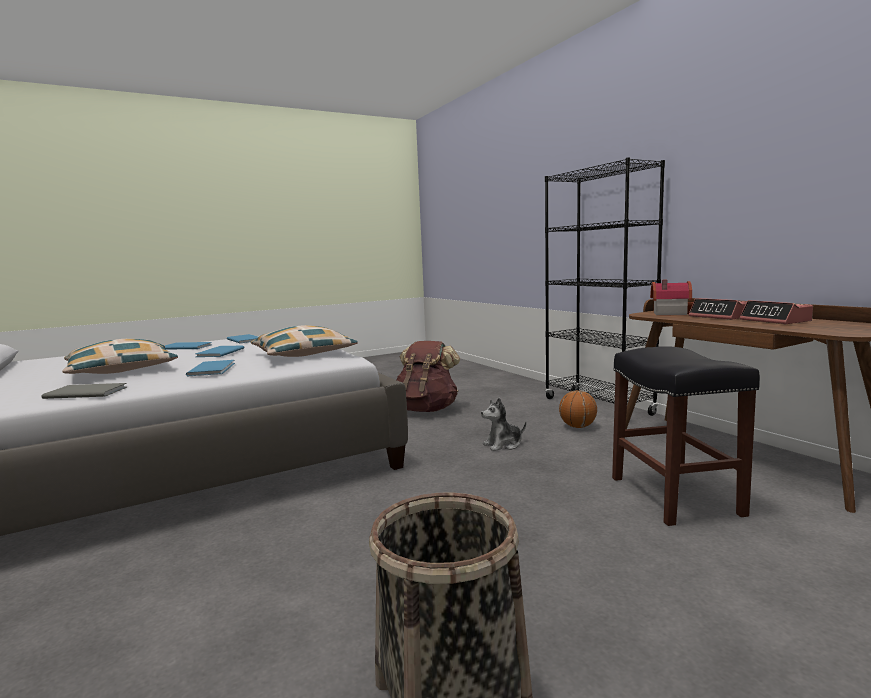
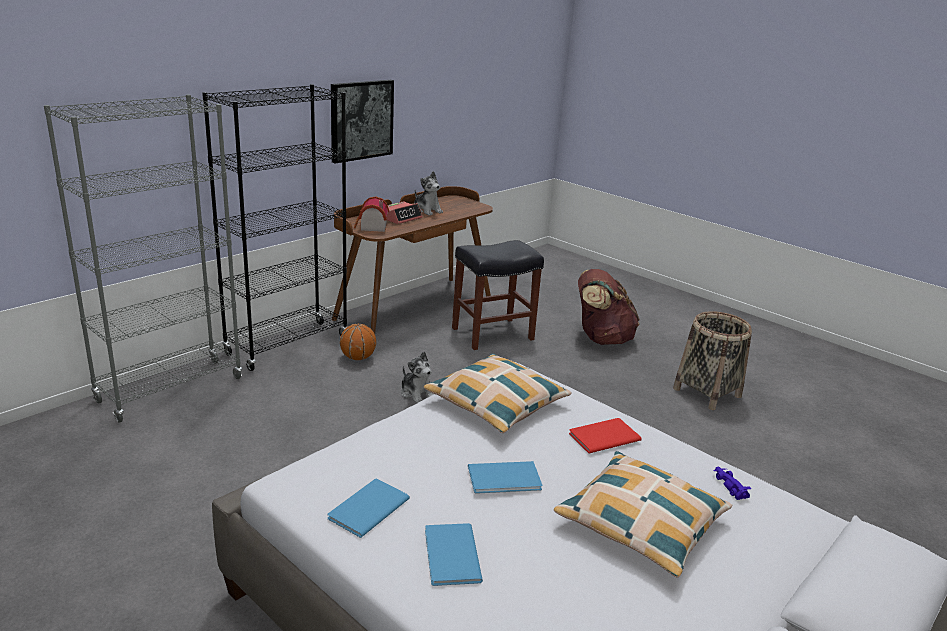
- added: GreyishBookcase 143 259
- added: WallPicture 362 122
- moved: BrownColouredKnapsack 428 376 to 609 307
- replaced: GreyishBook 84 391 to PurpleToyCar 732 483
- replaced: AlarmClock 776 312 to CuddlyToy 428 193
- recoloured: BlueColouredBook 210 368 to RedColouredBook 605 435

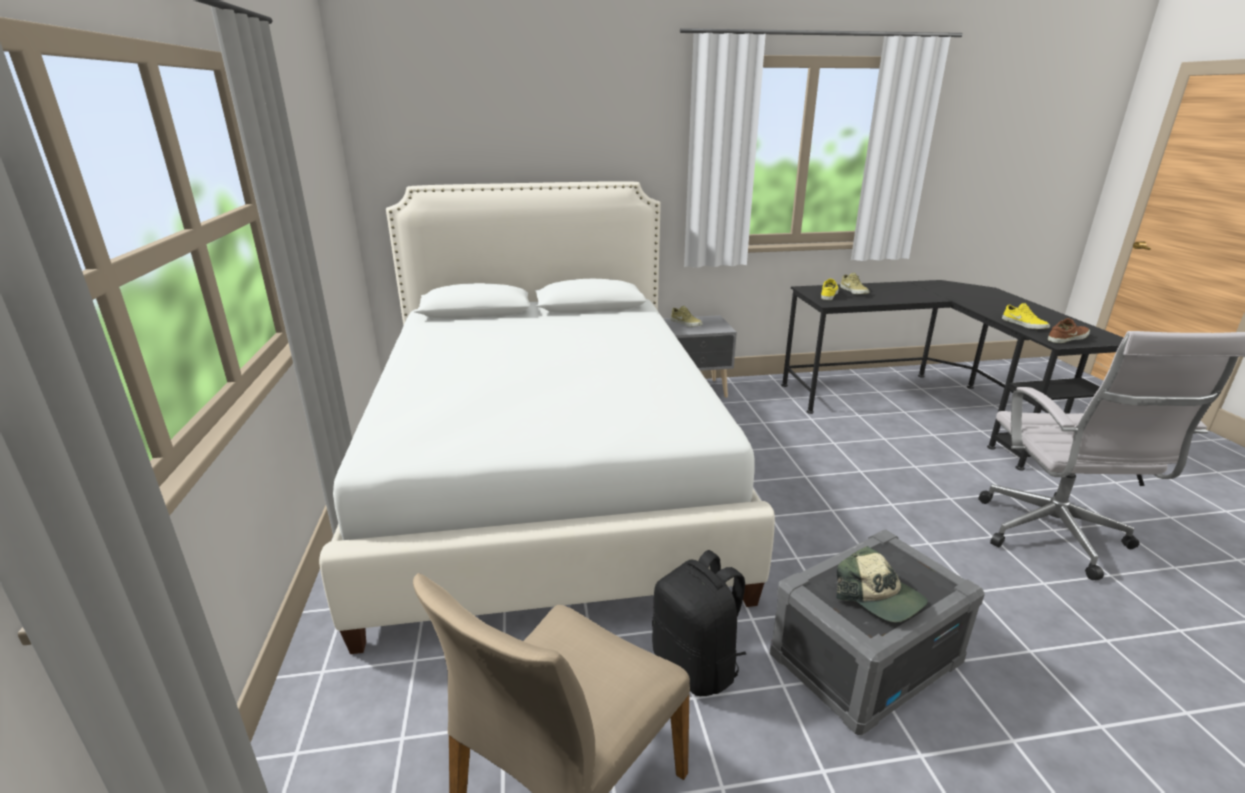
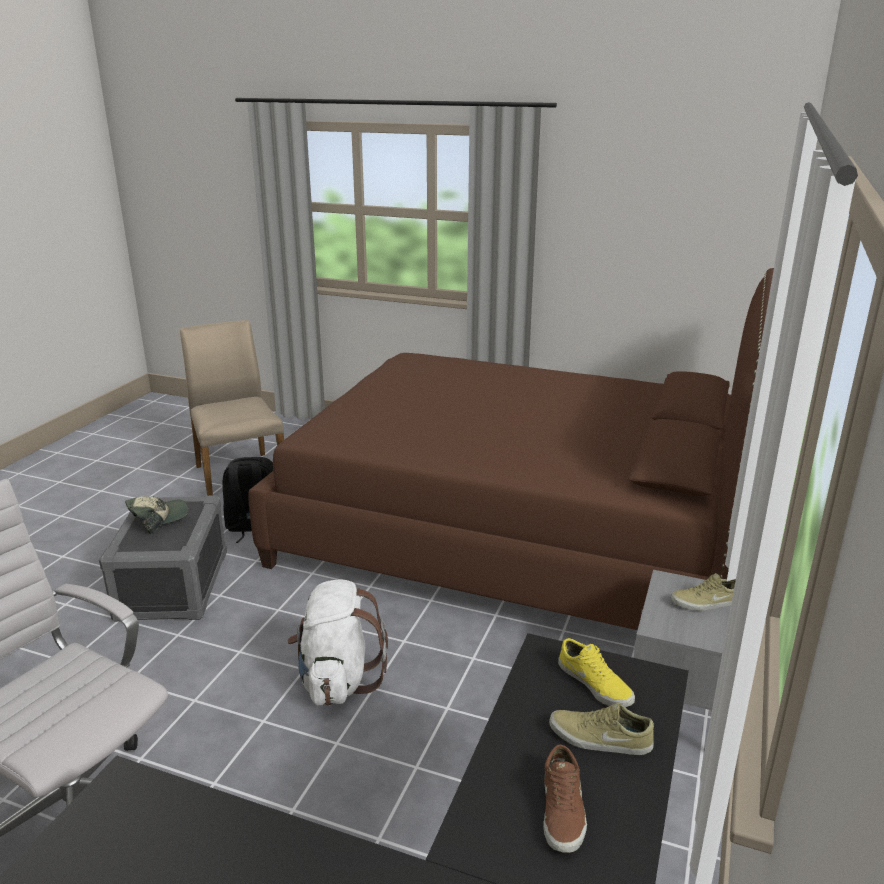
- removed: YellowLowShoe 1026 316
- added: WhiteColouredKnapsack 338 642
- moved: BrownColouredLowShoe 1069 330 to 565 799
- recoloured: WhiteColouredBed 547 417 to BrownColouredBed 511 449
- turned: PeakedCap 882 584 = 156 515 150 degrees clockwise

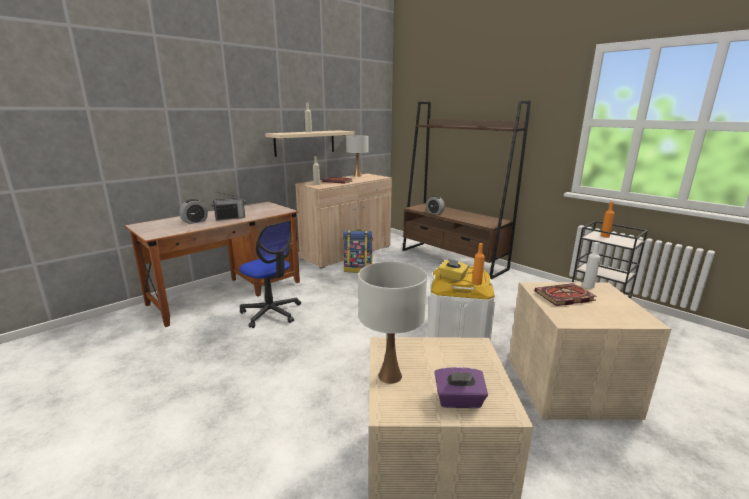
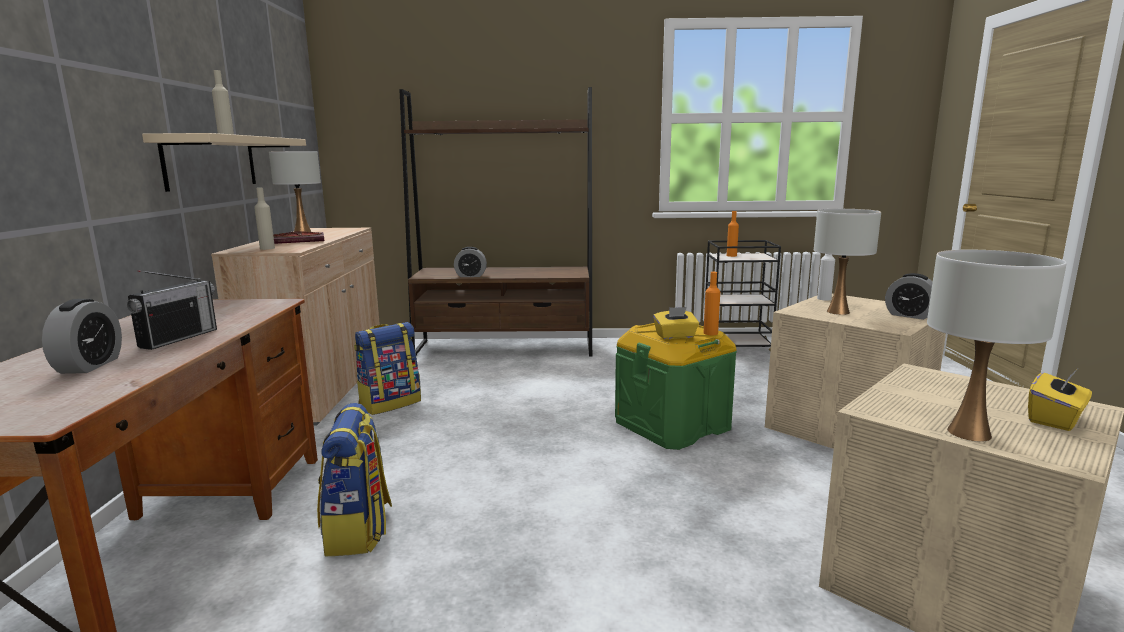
- added: AlarmClock 909 296
- replaced: ComputerChair 270 274 to Knapsack 354 479
- replaced: Book 566 294 to WhiteColouredTabletopLamp 847 262
- recoloured: WhiteColouredStorageContainer 461 303 to GreenColouredStorageContainer 676 386
- recoloured: PurpleBoxOfTissues 461 387 to YellowBoxOfTissues 1060 400

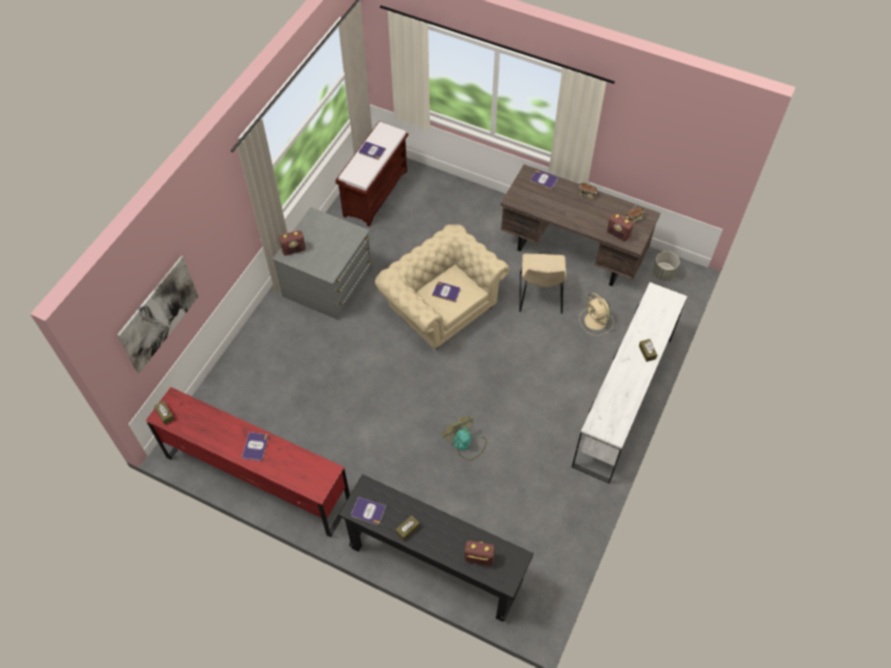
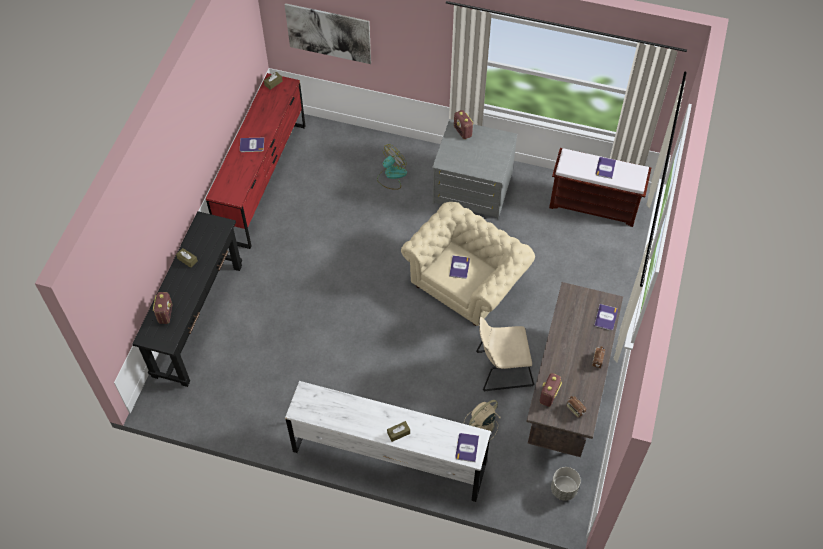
- moved: Book 368 511 to 467 447
- moved: ElectricFan 464 438 to 392 167

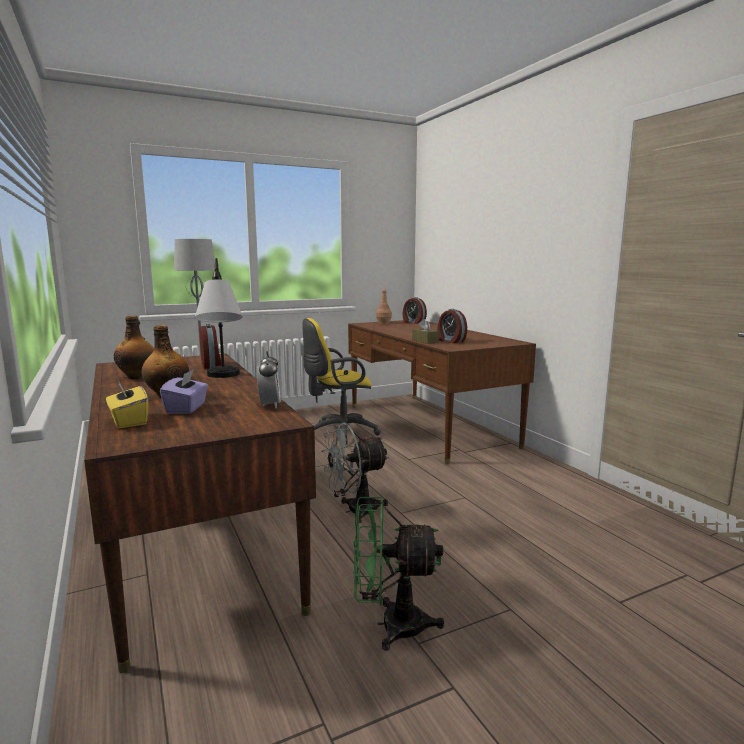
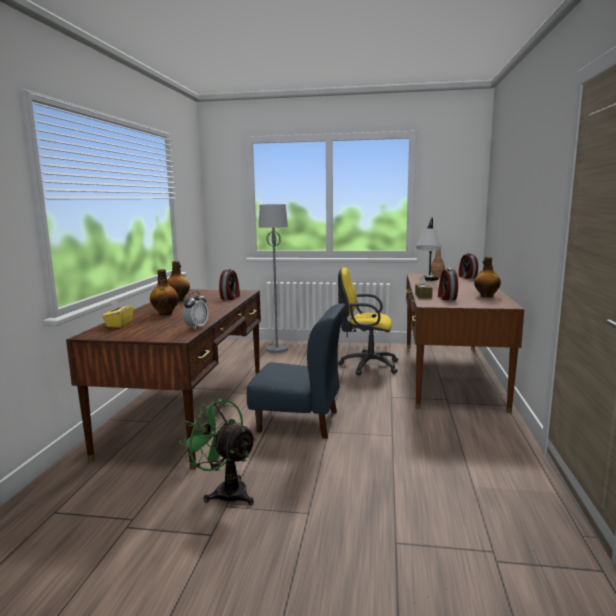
- removed: PurpleBoxOfTissues 184 391
- added: Bottle 487 277
- moved: TabletopLamp 219 318 to 428 249
- replaced: GreyishElectricFan 355 472 to BlueColouredUprightChair 296 371

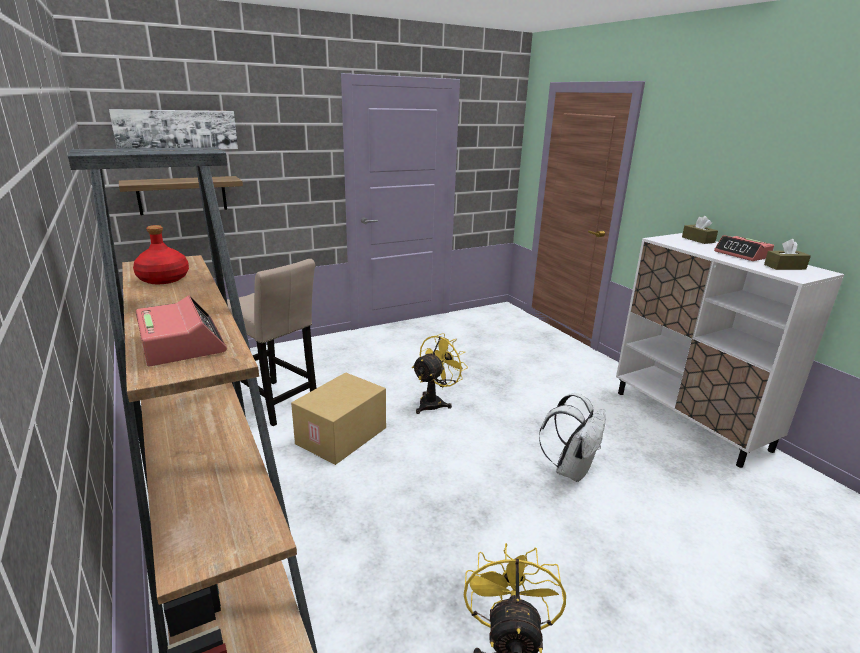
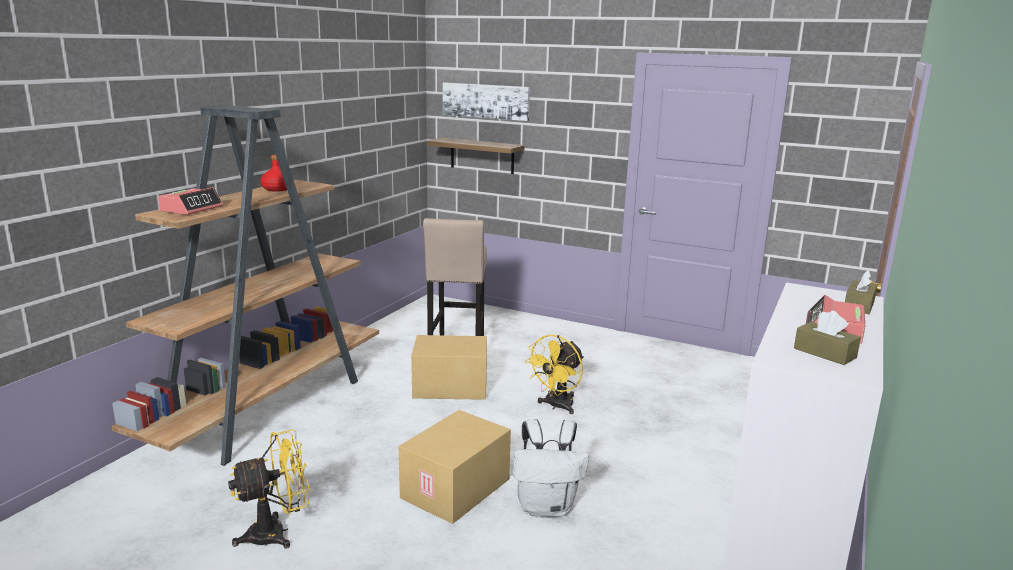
- added: Carton 455 467
- turned: YellowElectricFan 440 373 = 554 374 120 degrees clockwise

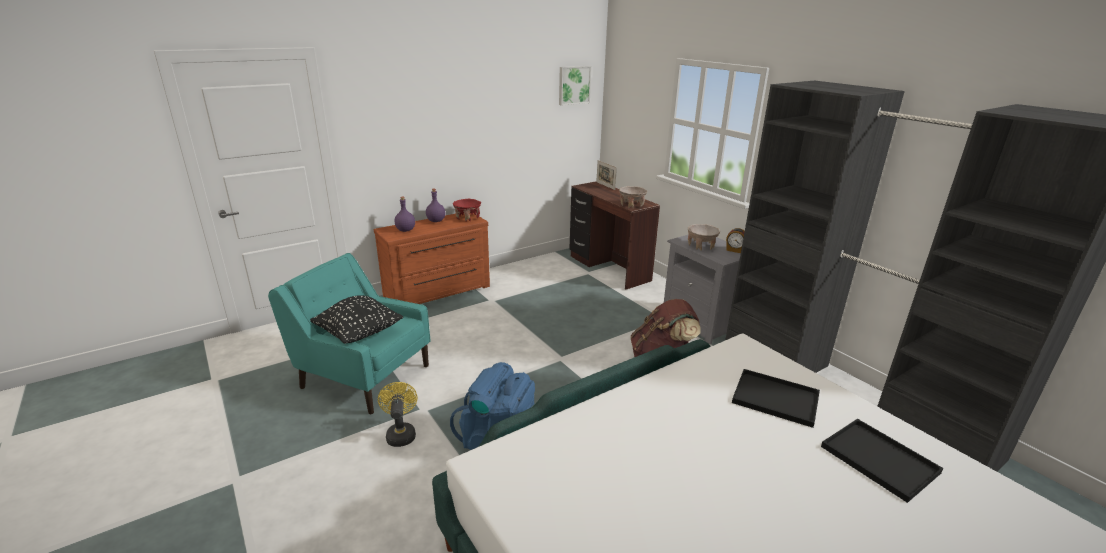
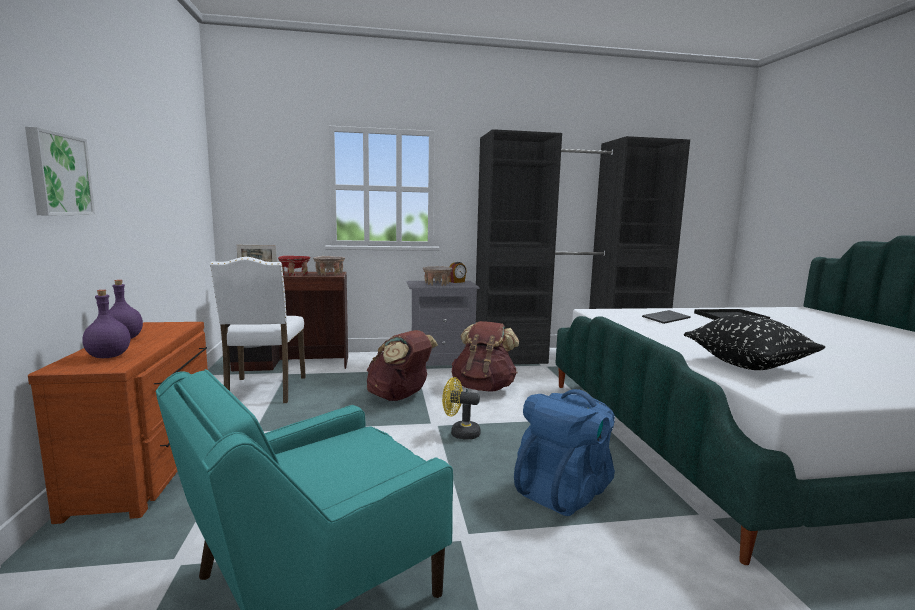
- added: WhiteColouredUprightChair 258 330
- added: BrownColouredKnapsack 402 365
- moved: BlackishThrowPillow 356 319 to 754 342
- moved: YellowElectricFan 397 414 to 461 408
- moved: RedColouredServingBowl 467 210 to 294 266
- moved: WallPicture 575 86 to 60 171
- replaced: BlackishCarryingTray 776 398 to Keyboard 666 317

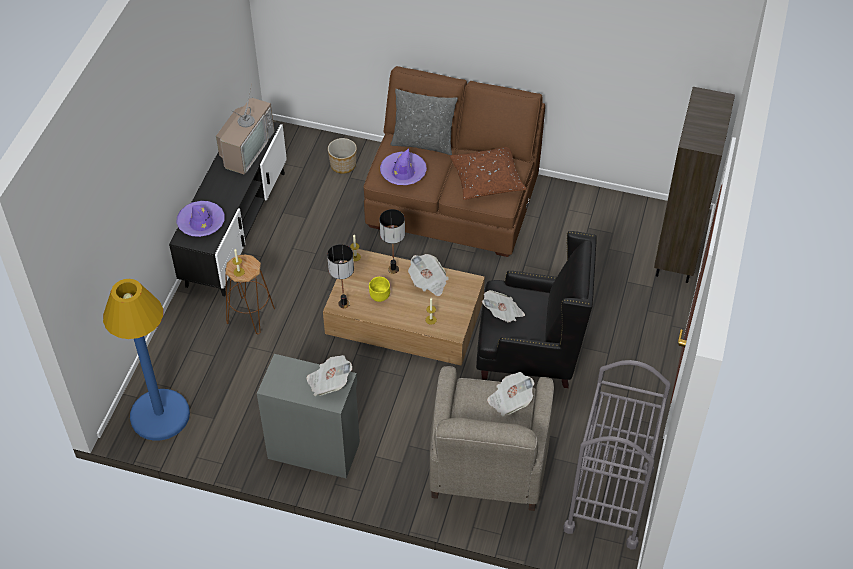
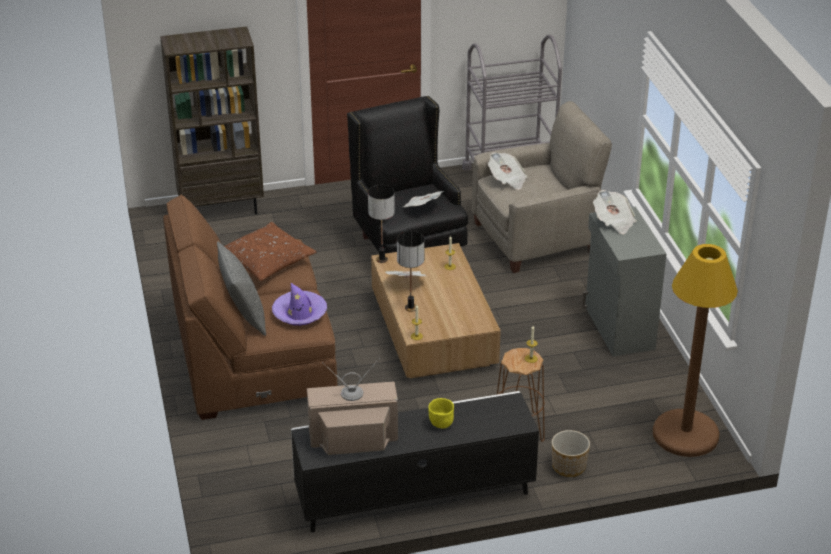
- removed: PurpleWearableHat 201 219
- moved: TabletopLamp 340 276 to 381 224
- moved: PlantPot 342 156 to 571 453
- moved: YellowServingBowl 379 289 to 441 413
- recoloured: BlueColouredFloorLamp 146 360 to BrownColouredFloorLamp 695 350

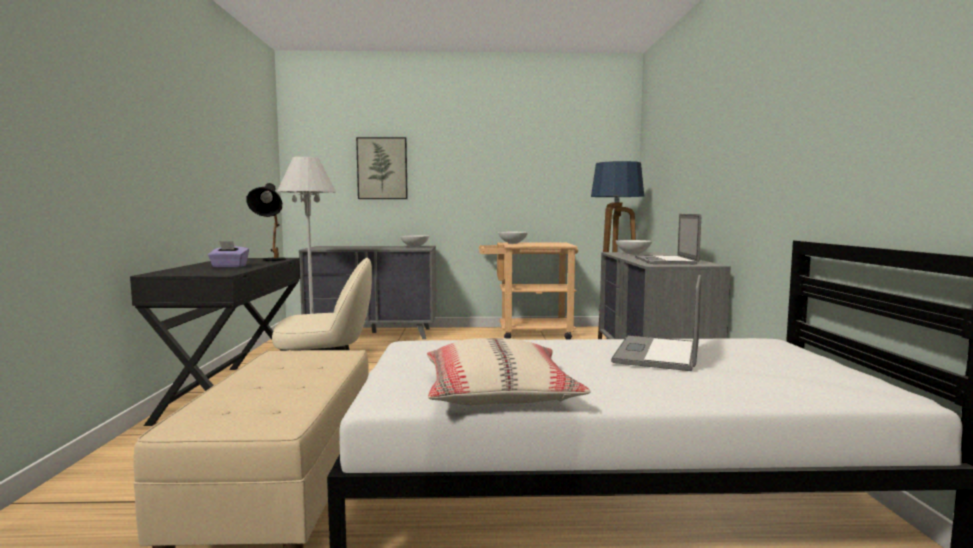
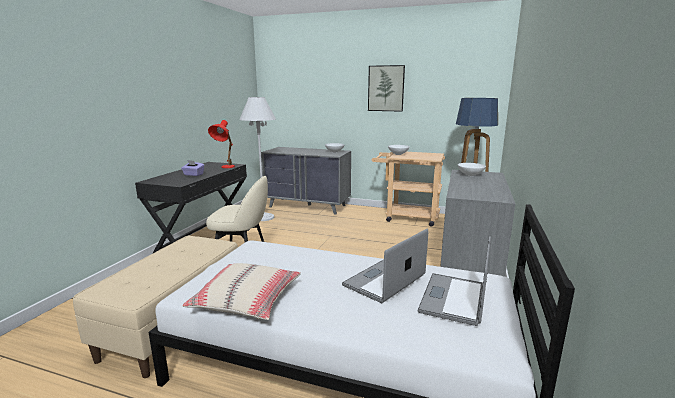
- moved: WallPicture 382 168 to 386 88
- moved: NotebookComputer 668 239 to 454 281
- recoloured: BlackishTabletopLamp 266 222 to RedColouredTabletopLamp 221 144

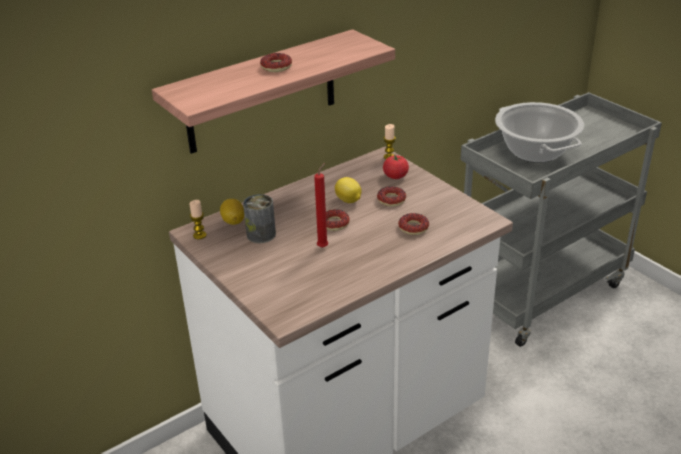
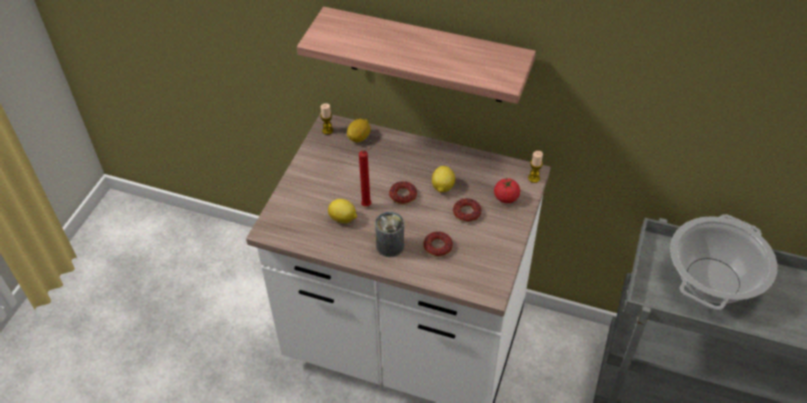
- removed: Doughnut 276 62
- added: Lemon 342 211
- moved: SealedCan 259 218 to 389 234

